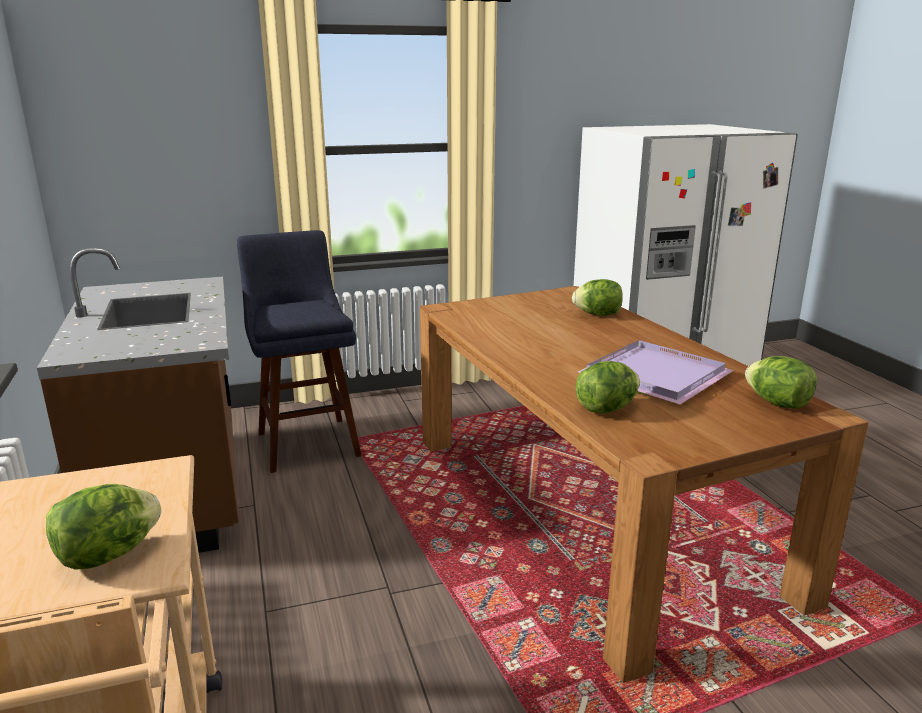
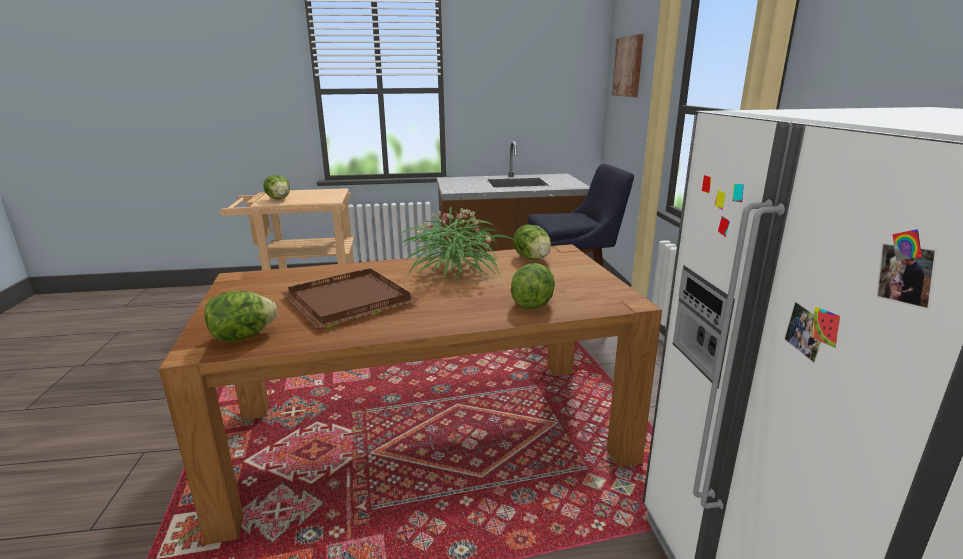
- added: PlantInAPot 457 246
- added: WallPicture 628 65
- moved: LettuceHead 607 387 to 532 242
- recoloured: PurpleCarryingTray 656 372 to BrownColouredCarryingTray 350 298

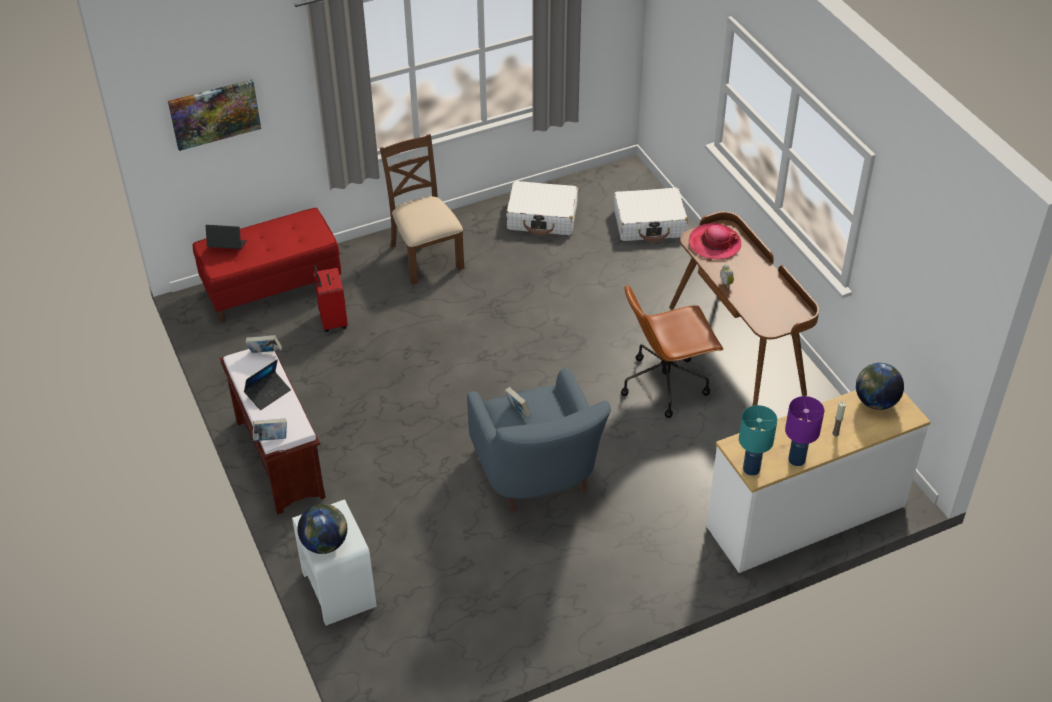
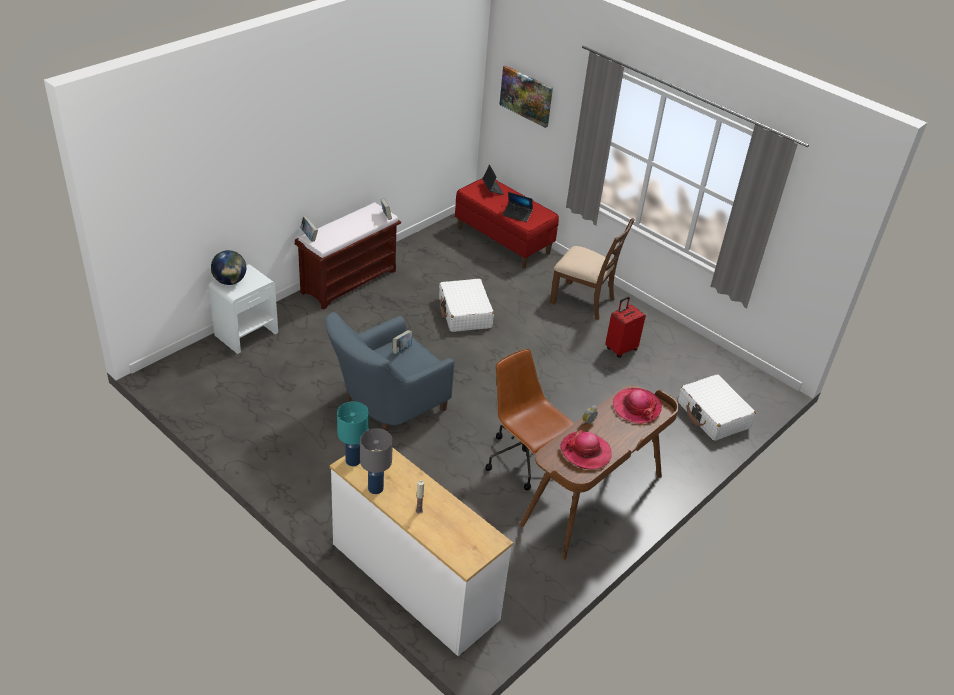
- removed: DeskGlobe 880 386
- added: WearableHat 586 449
- moved: NotebookComputer 267 384 to 518 207
- moved: RedColouredPieceOfLuggage 330 299 to 625 327
- moved: WhiteColouredPieceOfLuggage 542 208 to 466 305
- recoloured: PurpleTabletopLamp 804 431 to GreyishTabletopLamp 376 461
- turned: BrownColouredUprightChair 422 209 = 592 269 75 degrees clockwise

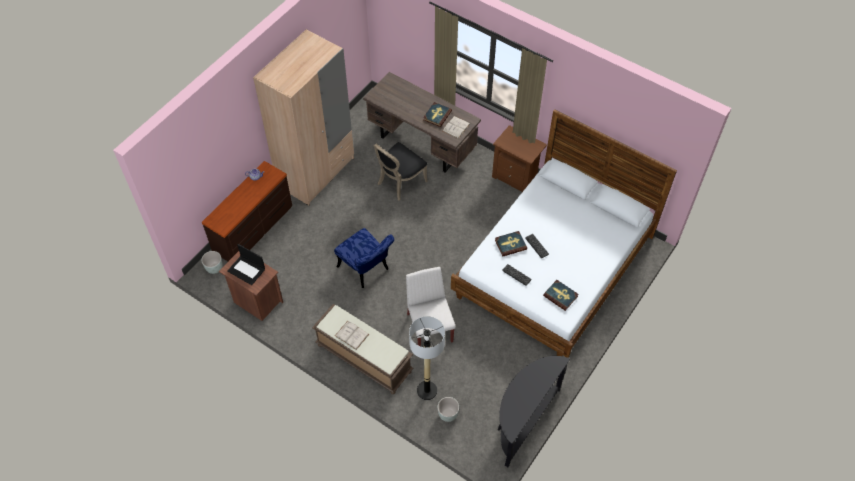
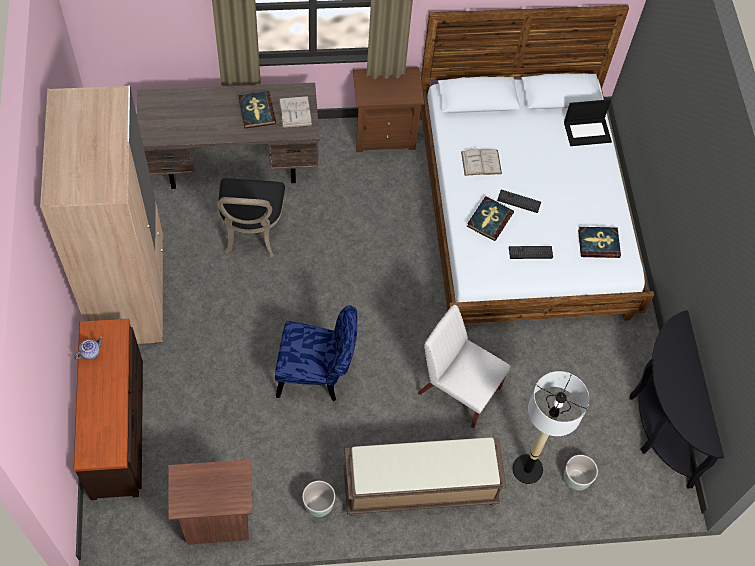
- moved: GreyishPlantPot 212 262 to 318 499
- moved: NotebookComputer 246 264 to 588 122
- moved: WhiteColouredBook 352 335 to 481 162

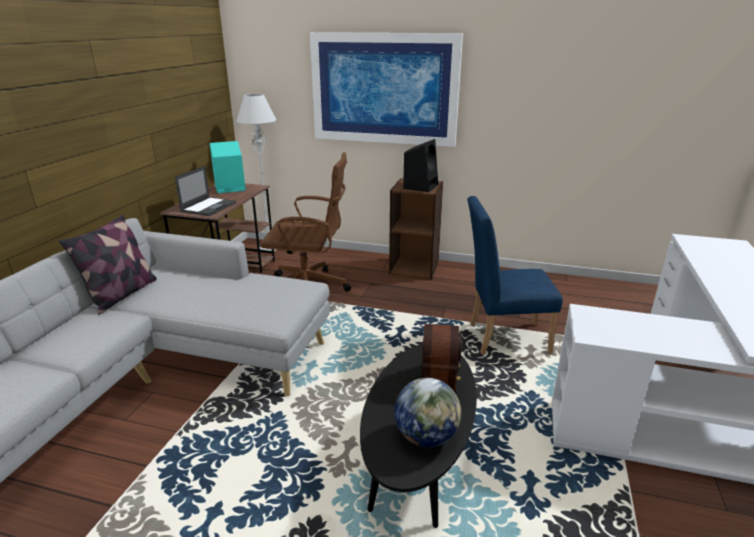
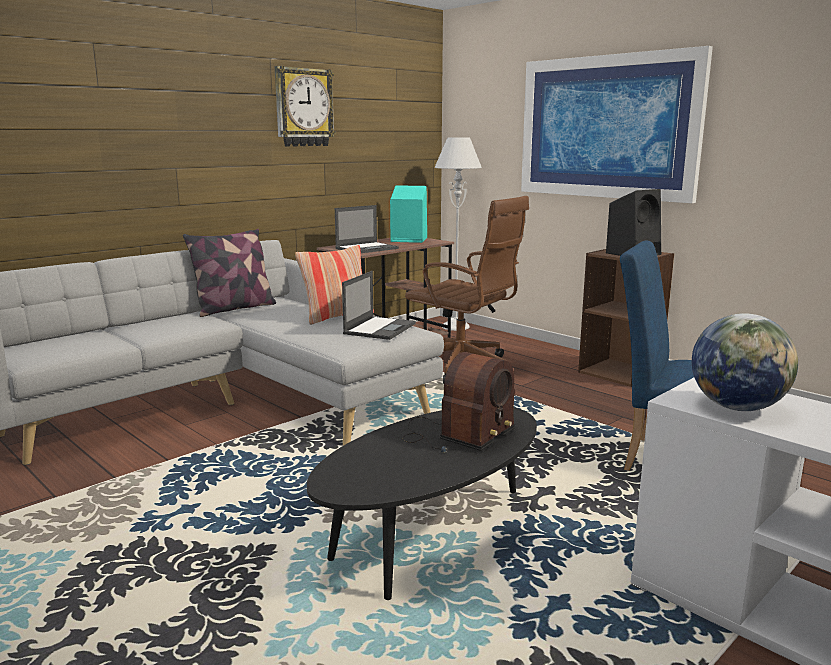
- added: WallClock 305 106
- added: ThrowPillow 334 285
- added: NotebookComputer 379 305
- moved: DeskGlobe 427 412 to 745 362

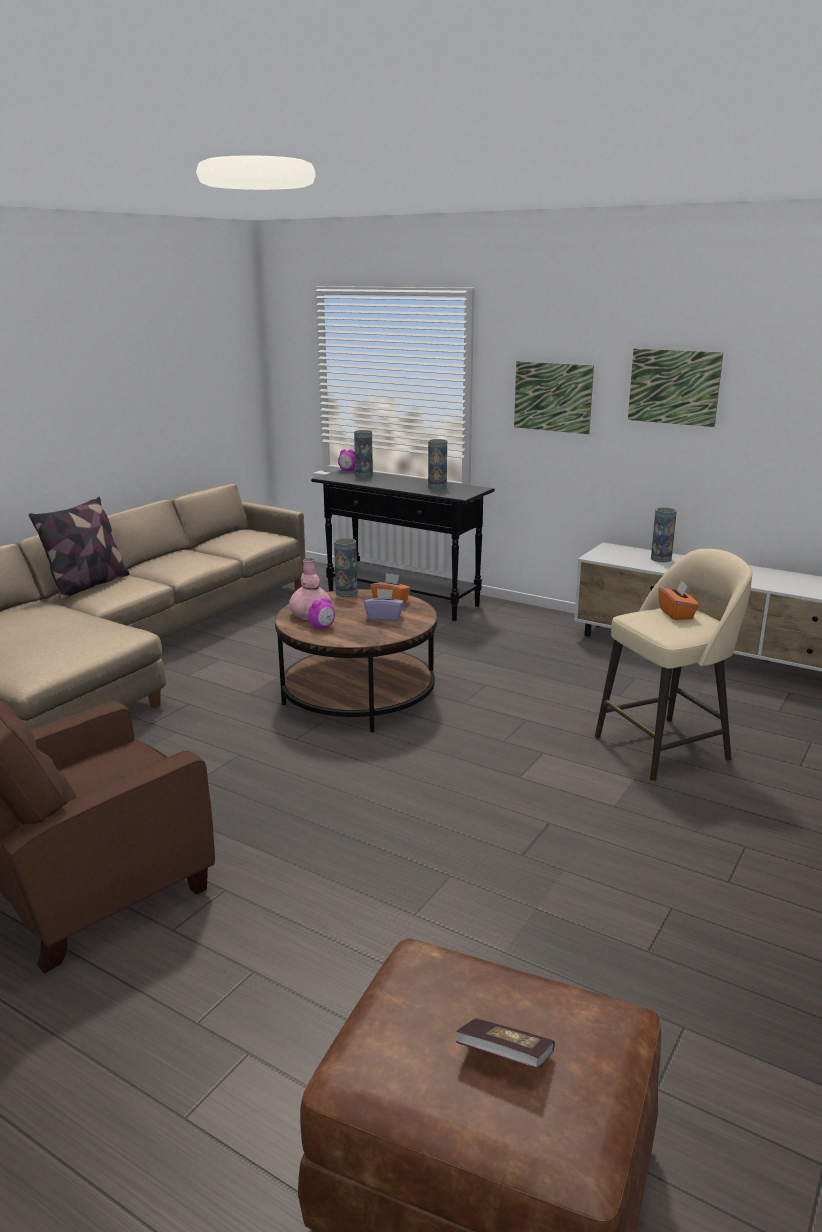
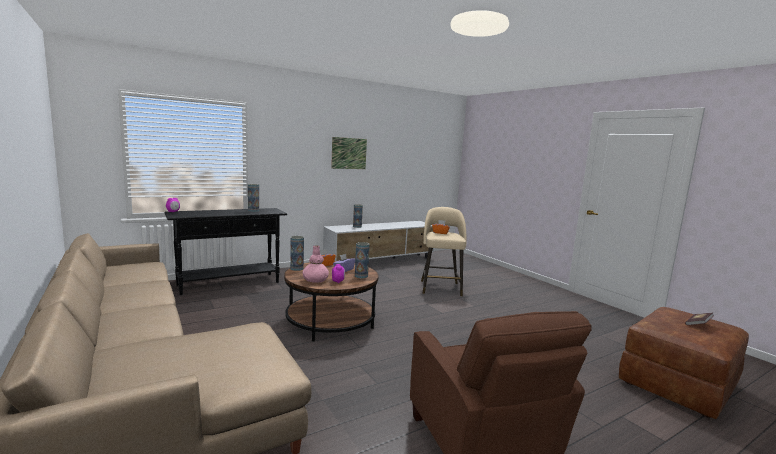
- removed: ThrowPillow 79 548
- removed: WallPicture 554 397
- moved: Vase 363 454 to 362 260

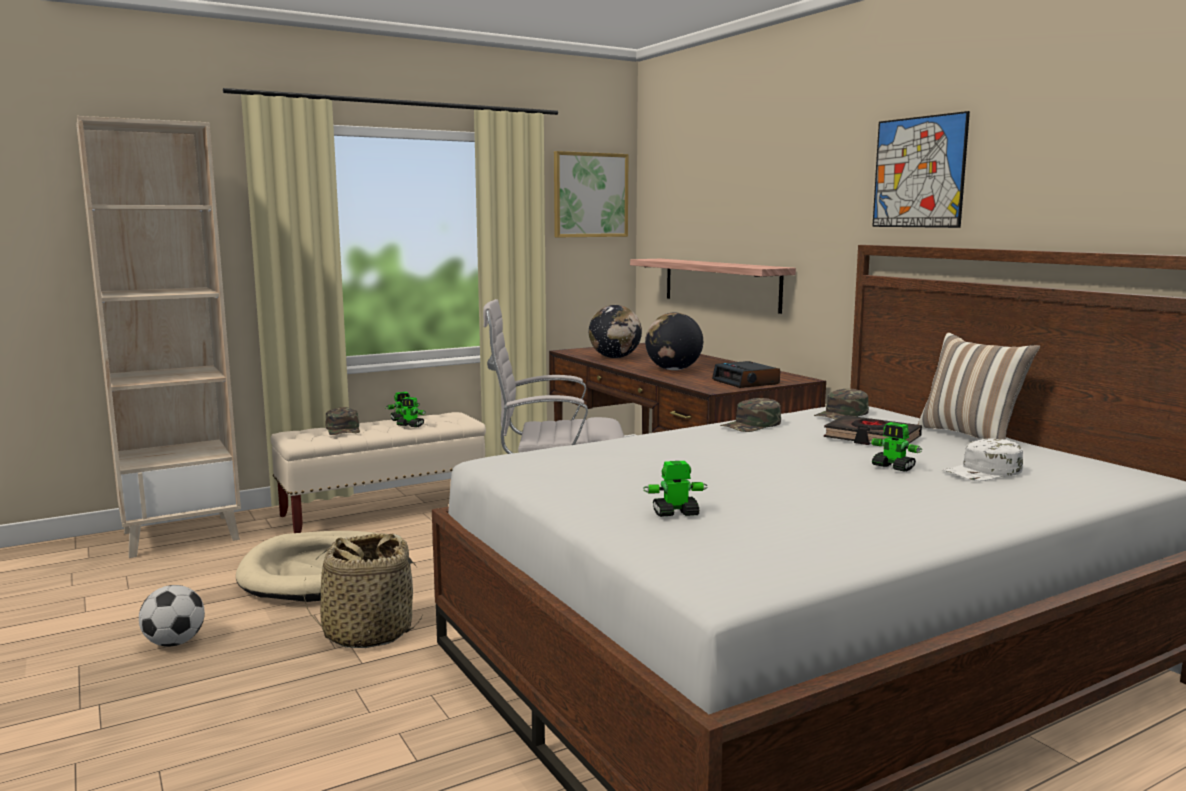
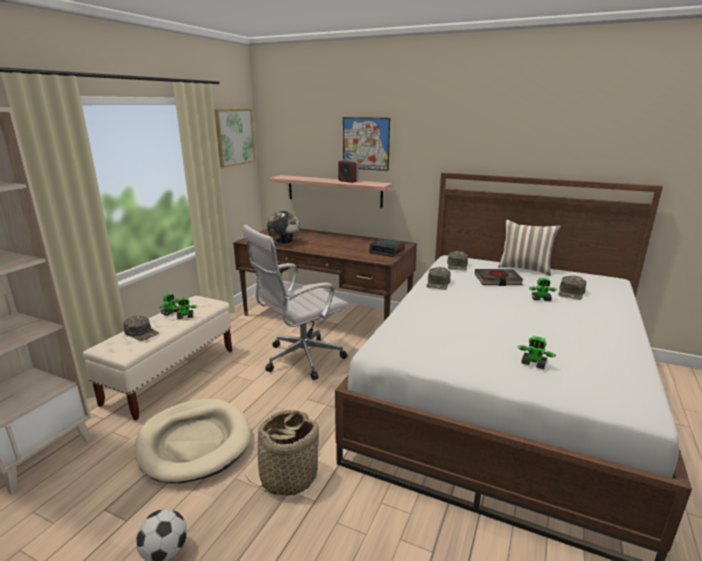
- removed: DeskGlobe 674 341
- added: AlarmClock 348 171
- moved: WallPicture 921 169 to 366 144
- recoloured: WhiteColouredPeakedCap 982 460 to GreenColouredPeakedCap 572 287
- turned: RobotFigure 675 489 = 536 352 105 degrees counterclockwise

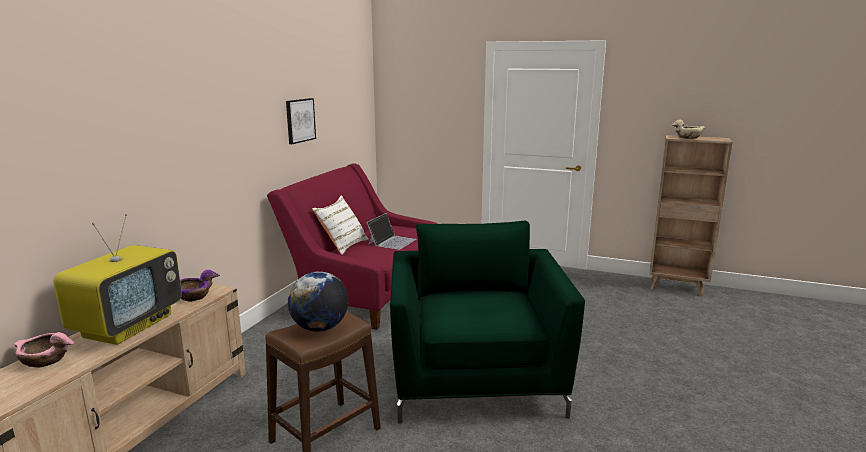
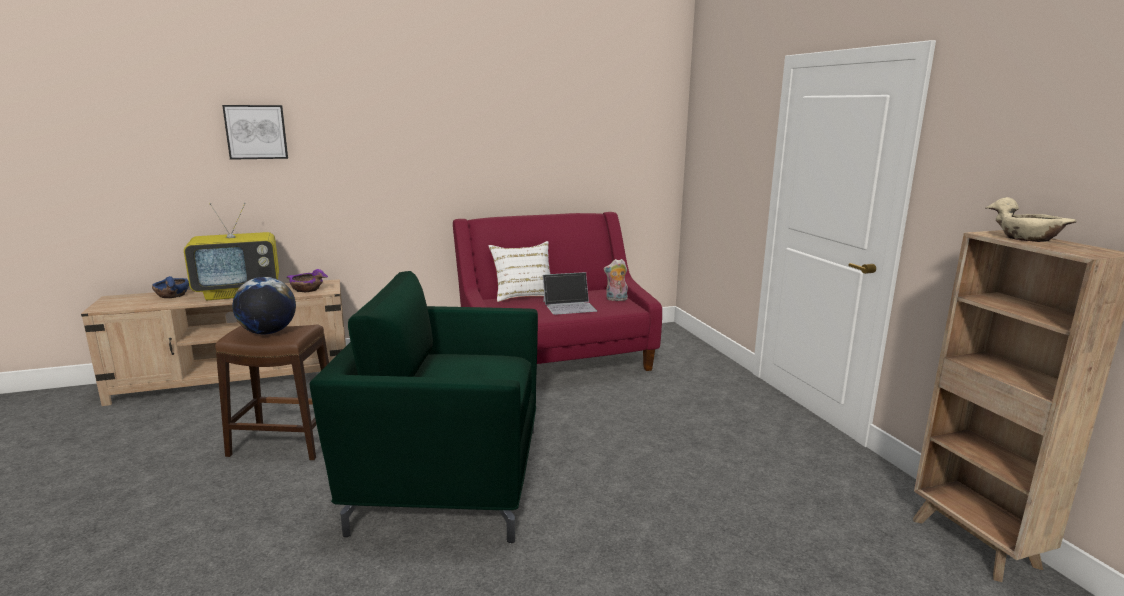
- added: CuddlyToy 615 280
- moved: WallPicture 301 121 to 255 132
- recoloured: PinkishServingBowl 43 350 to BlueColouredServingBowl 170 287
- turned: GreenColouredLoungeChair 487 322 = 424 407 135 degrees counterclockwise

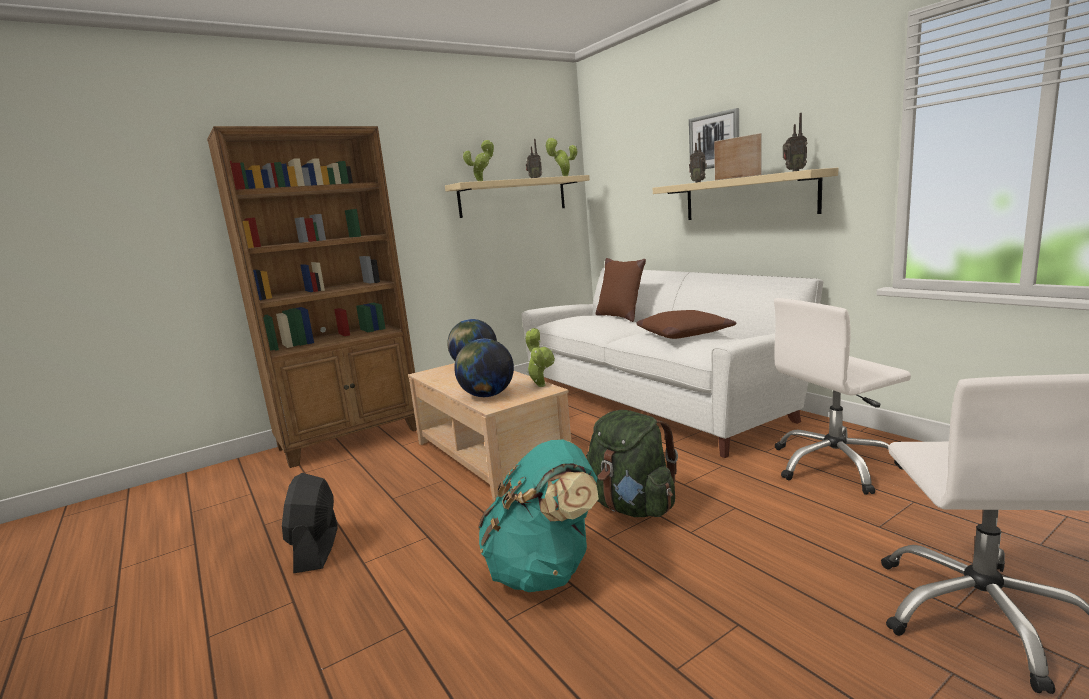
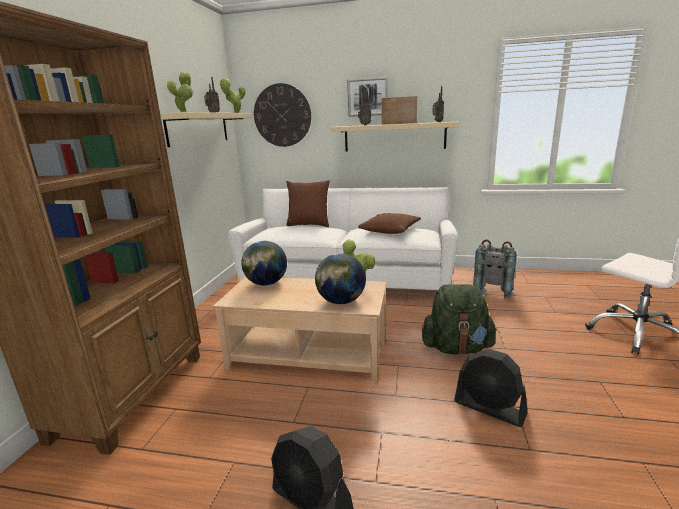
- added: WallClock 282 115
- replaced: TurquoiseKnapsack 539 515 to BlackishElectricFan 490 388
- replaced: WhiteColouredComputerChair 842 396 to GreyishKnapsack 495 269

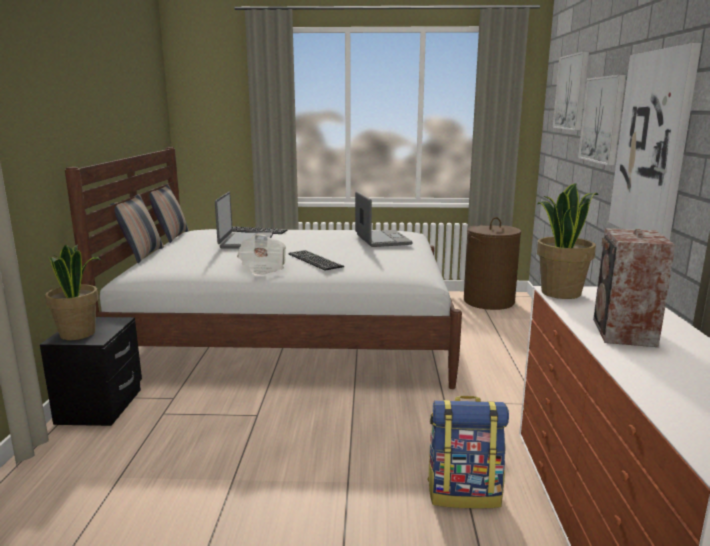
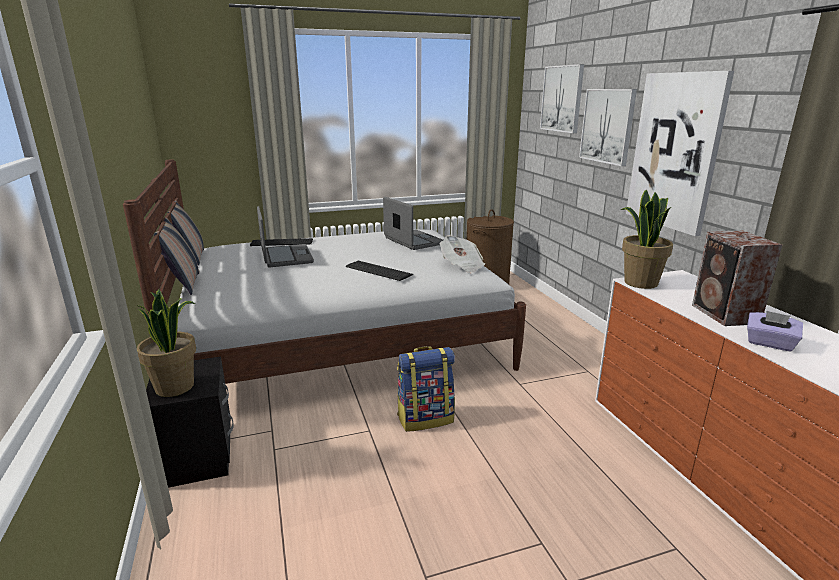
- added: PurpleBoxOfTissues 775 331
- moved: Newspaper 261 255 to 462 254
- moved: Knapsack 468 452 to 426 389

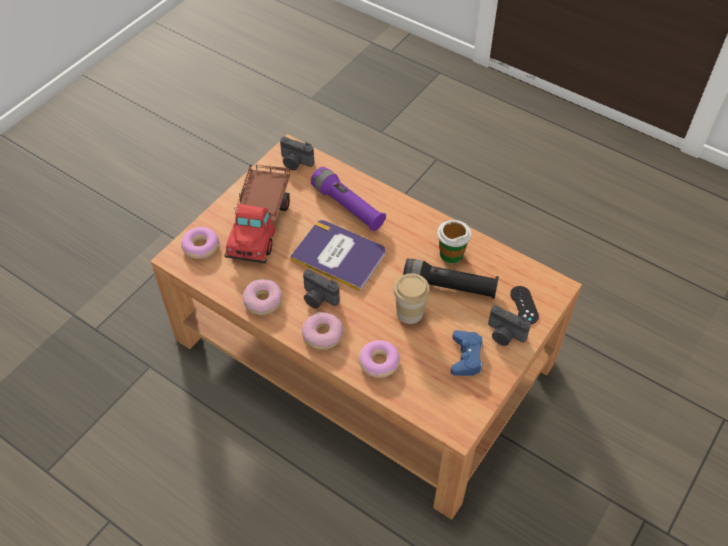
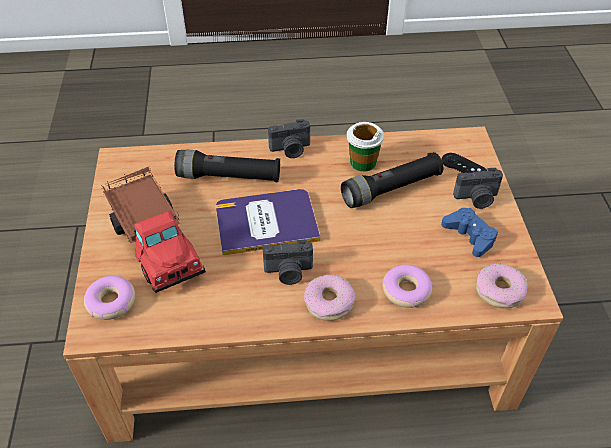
- removed: Cup 411 298
- moved: Doughnut 262 297 to 502 285
- moved: PhotoCamera 297 153 to 289 138
- recoloured: PurpleHandTorch 348 199 to BlackishHandTorch 227 166

